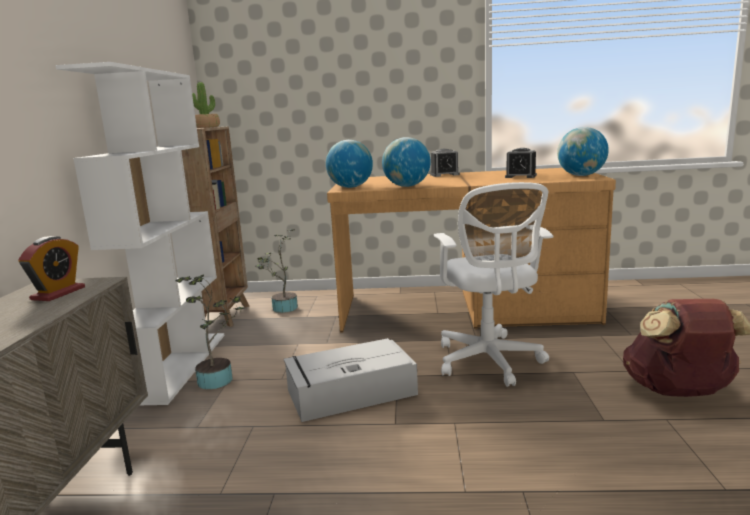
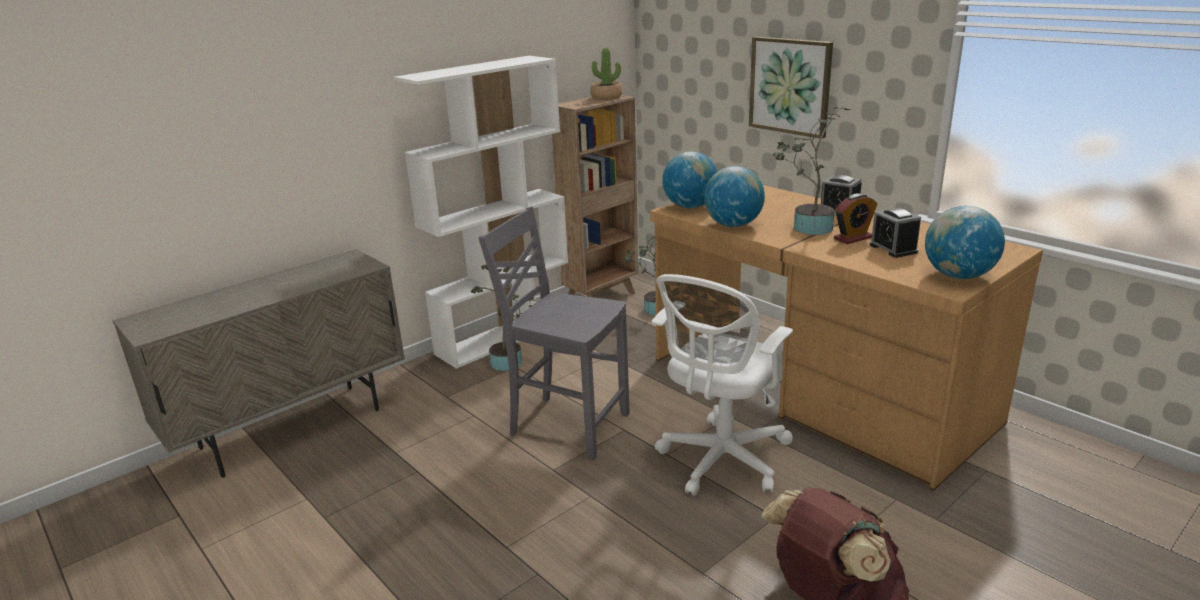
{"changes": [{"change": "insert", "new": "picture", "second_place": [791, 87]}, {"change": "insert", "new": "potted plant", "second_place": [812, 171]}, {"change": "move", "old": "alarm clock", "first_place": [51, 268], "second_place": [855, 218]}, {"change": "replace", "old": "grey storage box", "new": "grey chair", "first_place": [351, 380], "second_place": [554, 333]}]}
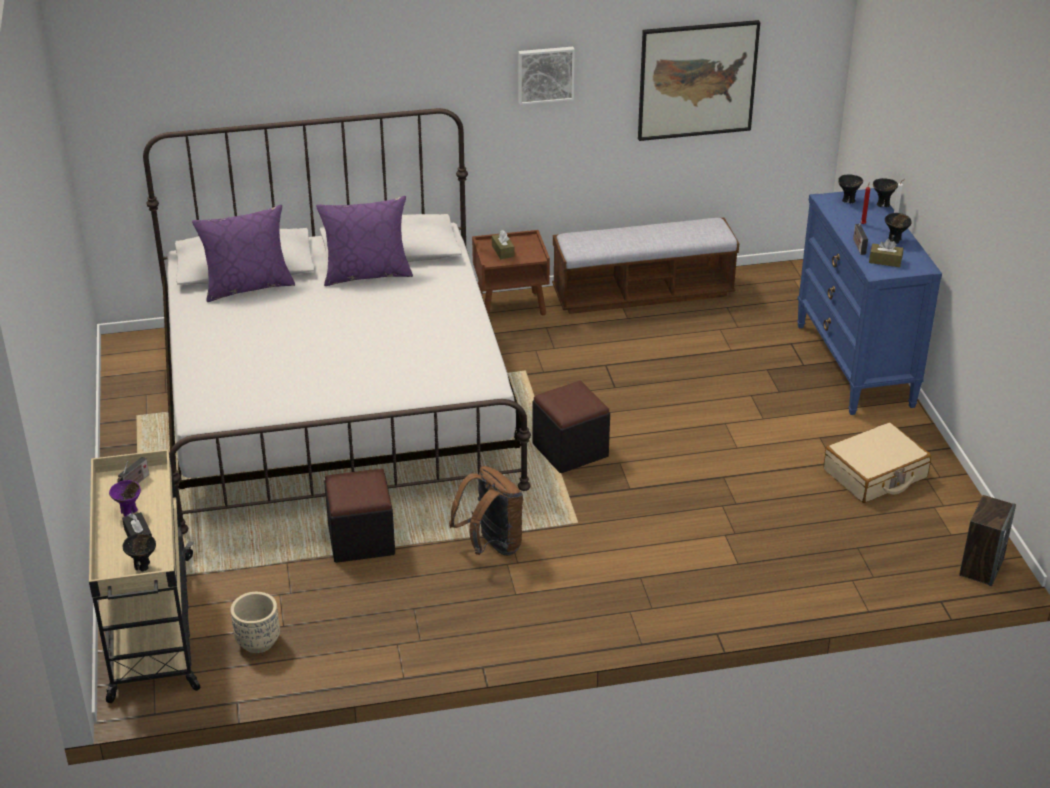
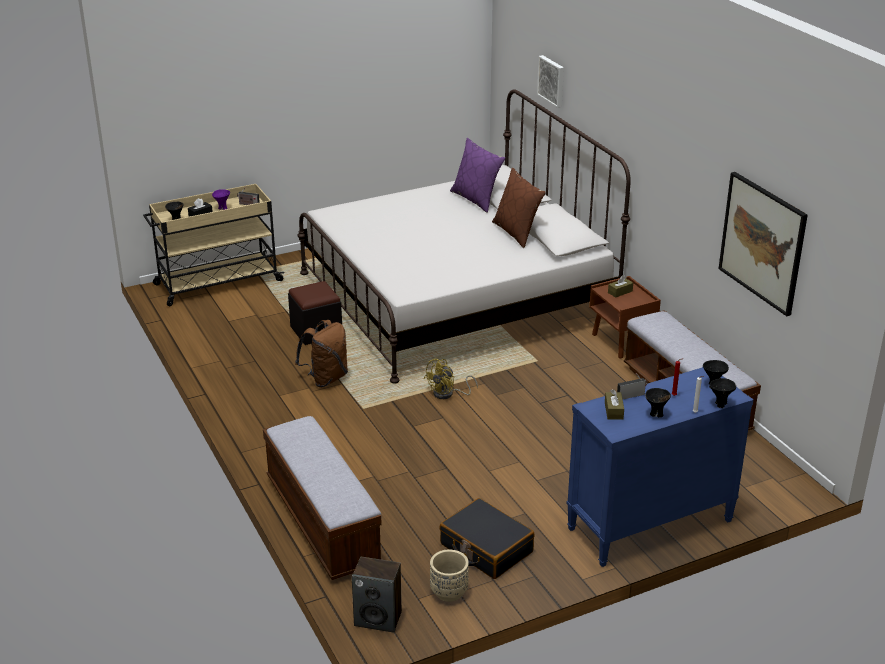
{"changes": [{"change": "insert", "new": "bench", "second_place": [322, 498]}, {"change": "move", "old": "beige planter", "first_place": [255, 622], "second_place": [449, 575]}, {"change": "move", "old": "picture", "first_place": [546, 76], "second_place": [550, 81]}, {"change": "replace", "old": "black ottoman", "new": "yellow fan", "first_place": [571, 427], "second_place": [451, 379]}, {"change": "recolor", "old": "purple pillow", "new": "brown pillow", "first_place": [364, 241], "second_place": [519, 207]}, {"change": "recolor", "old": "beige suitcase", "new": "black suitcase", "first_place": [877, 462], "second_place": [486, 538]}]}
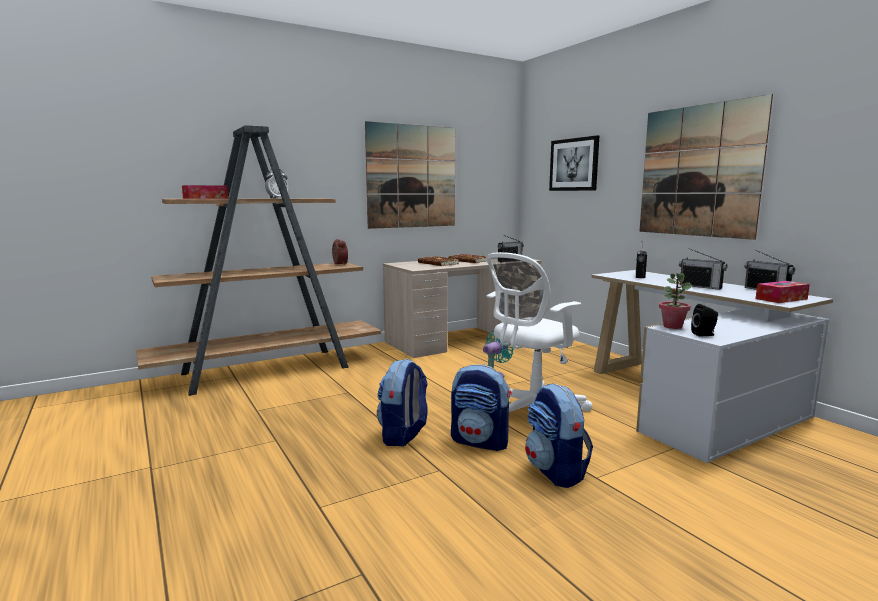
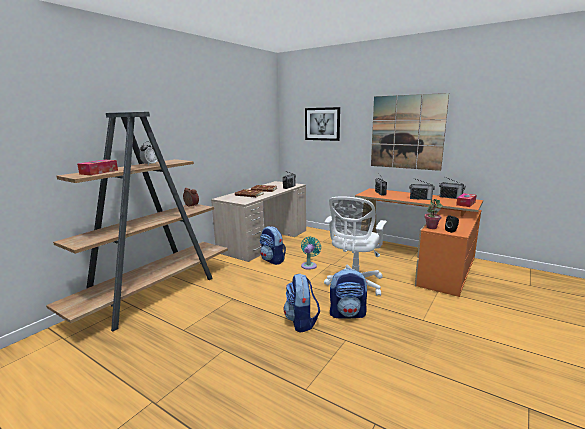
{"changes": [{"change": "delete", "old": "picture", "first_place": [410, 175]}, {"change": "move", "old": "backpack", "first_place": [559, 435], "second_place": [273, 245]}, {"change": "recolor", "old": "white desk", "new": "orange desk", "first_place": [712, 366], "second_place": [419, 242]}]}
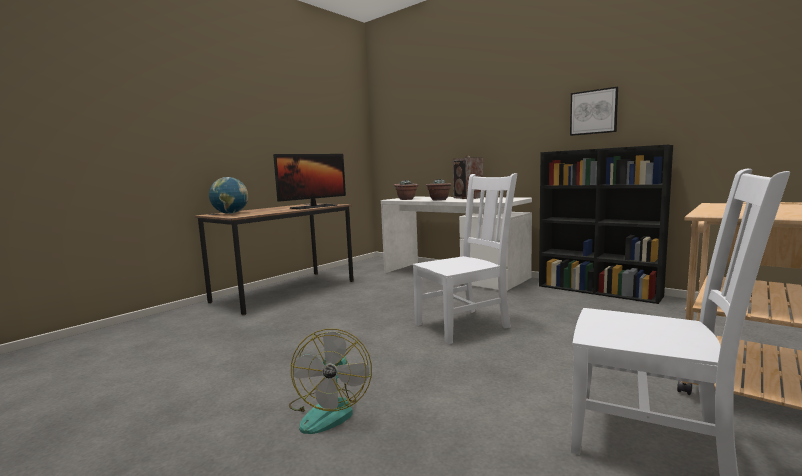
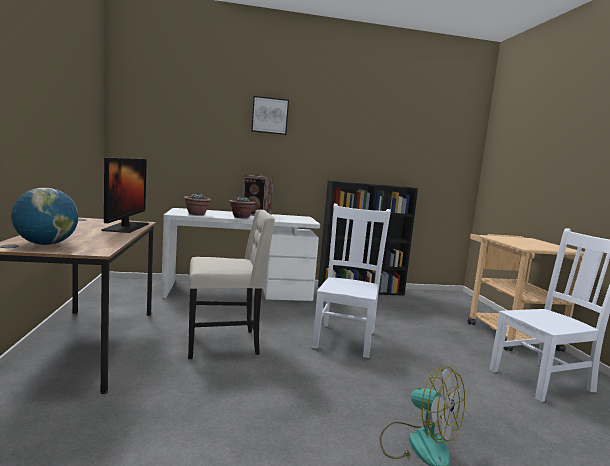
{"changes": [{"change": "insert", "new": "beige chair", "second_place": [231, 284]}, {"change": "move", "old": "picture", "first_place": [594, 111], "second_place": [270, 115]}]}
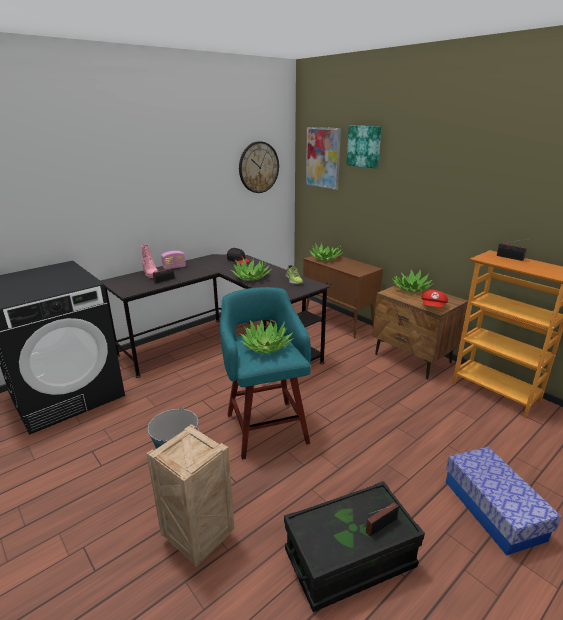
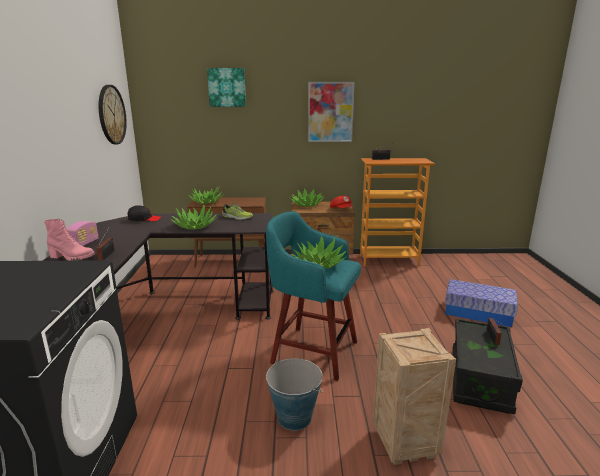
{"changes": [{"change": "move", "old": "picture", "first_place": [323, 158], "second_place": [331, 112]}]}
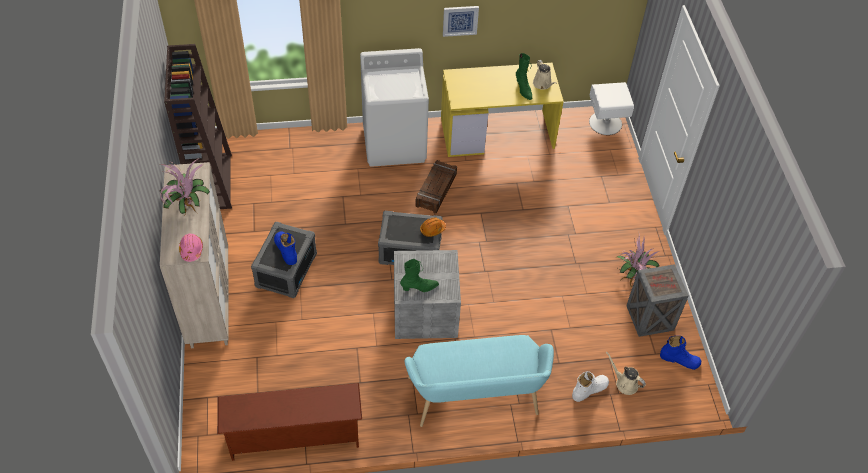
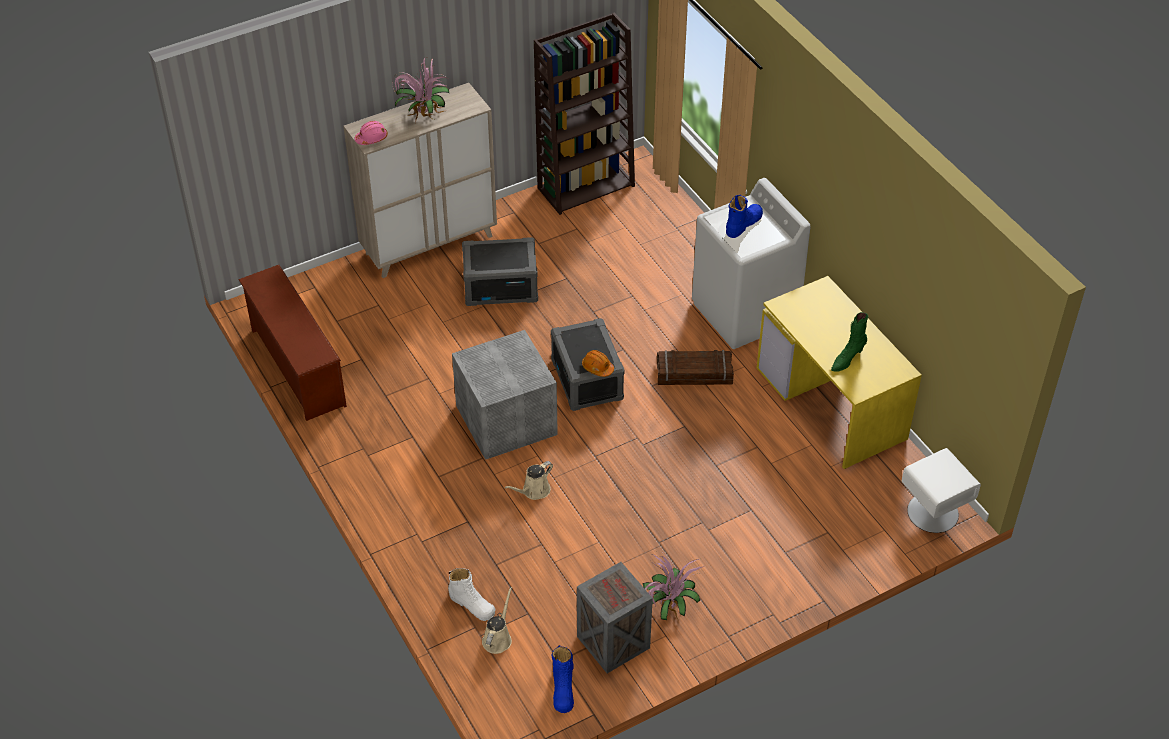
{"changes": [{"change": "delete", "old": "green boot", "first_place": [419, 275]}, {"change": "delete", "old": "turquoise bench", "first_place": [479, 381]}, {"change": "delete", "old": "picture", "first_place": [461, 21]}, {"change": "move", "old": "blue boot", "first_place": [285, 248], "second_place": [744, 216]}, {"change": "move", "old": "beige watering can", "first_place": [545, 75], "second_place": [529, 480]}]}
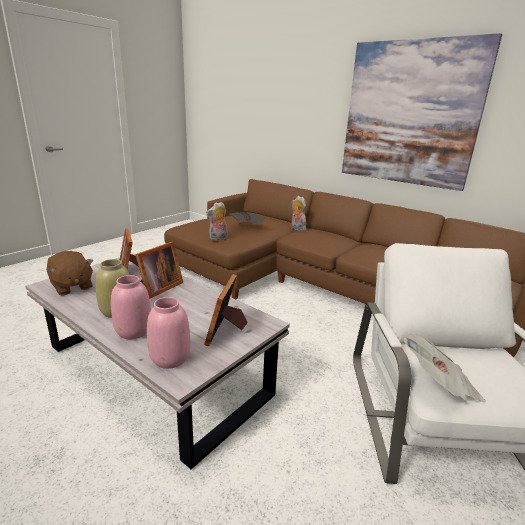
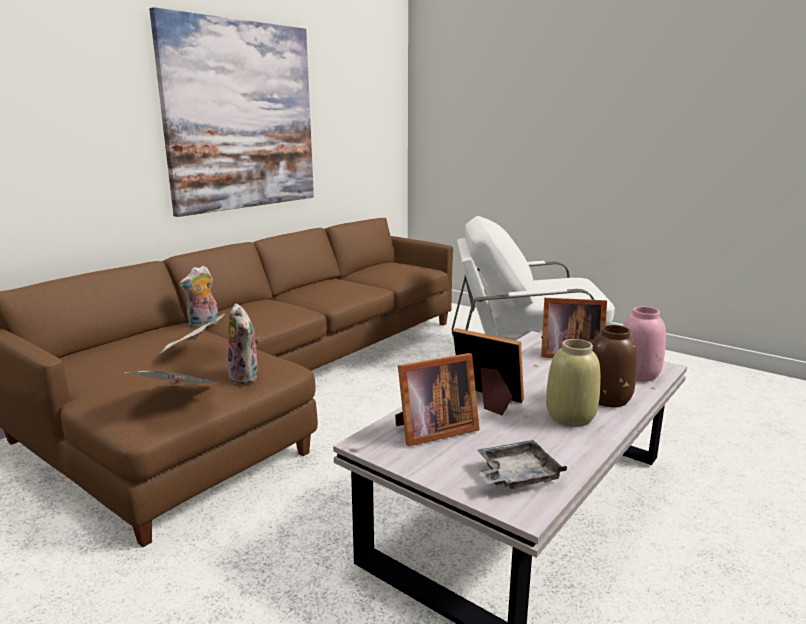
{"changes": [{"change": "move", "old": "newspaper", "first_place": [444, 368], "second_place": [170, 378]}, {"change": "replace", "old": "brown plush toy", "new": "grey tray", "first_place": [70, 273], "second_place": [522, 464]}, {"change": "recolor", "old": "pink vase", "new": "brown vase", "first_place": [131, 307], "second_place": [614, 366]}]}
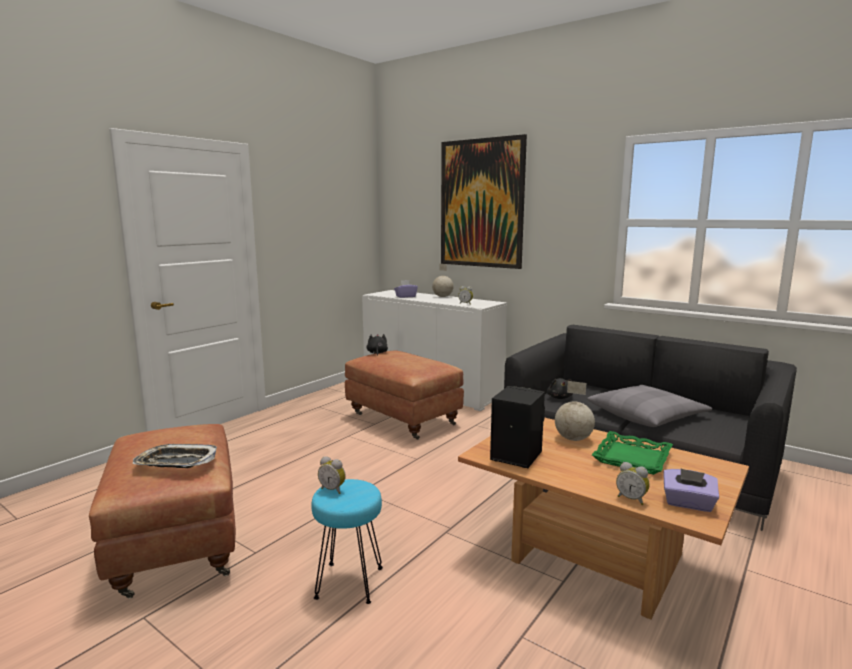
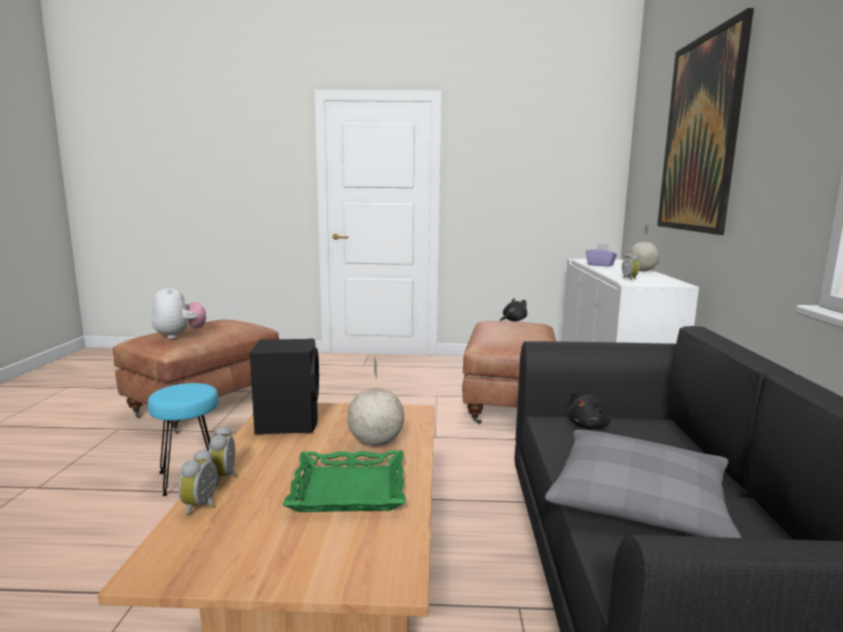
{"changes": [{"change": "delete", "old": "purple tissue box", "first_place": [691, 490]}, {"change": "move", "old": "alarm clock", "first_place": [332, 475], "second_place": [223, 456]}, {"change": "replace", "old": "tray", "new": "plush toy", "first_place": [175, 456], "second_place": [179, 312]}]}
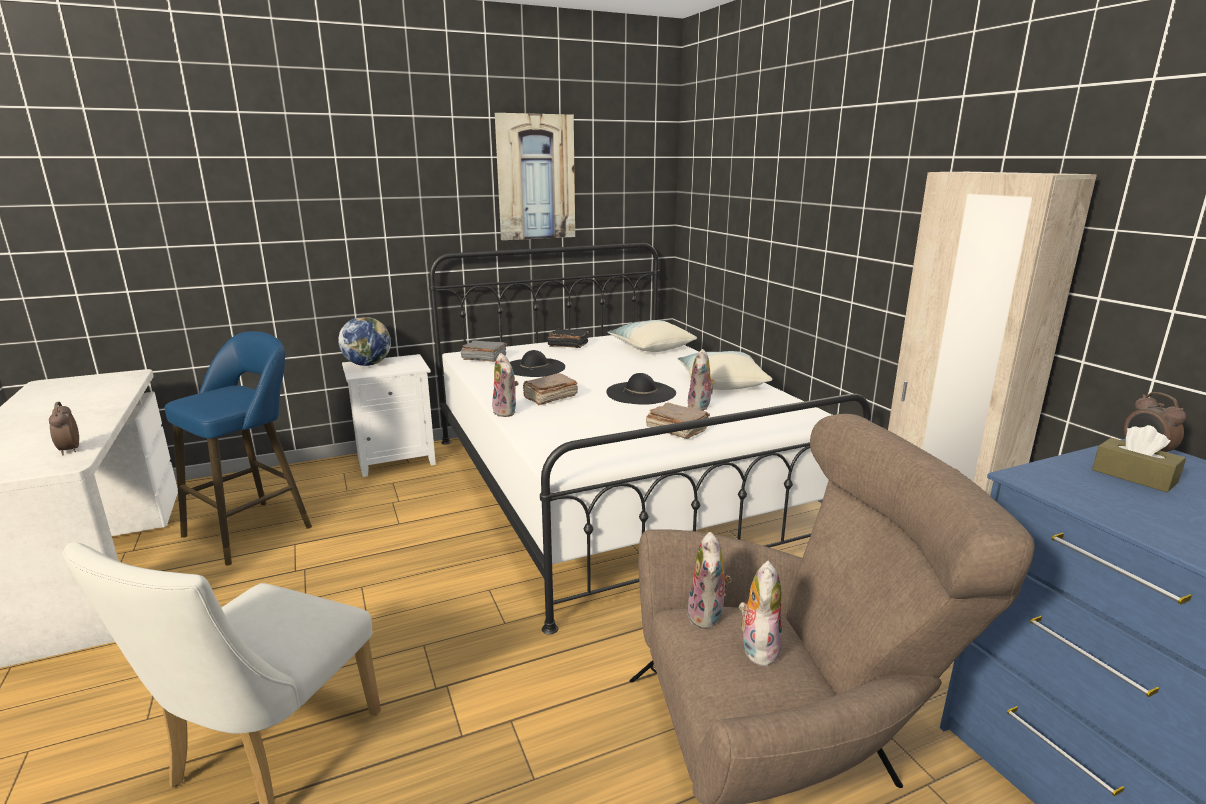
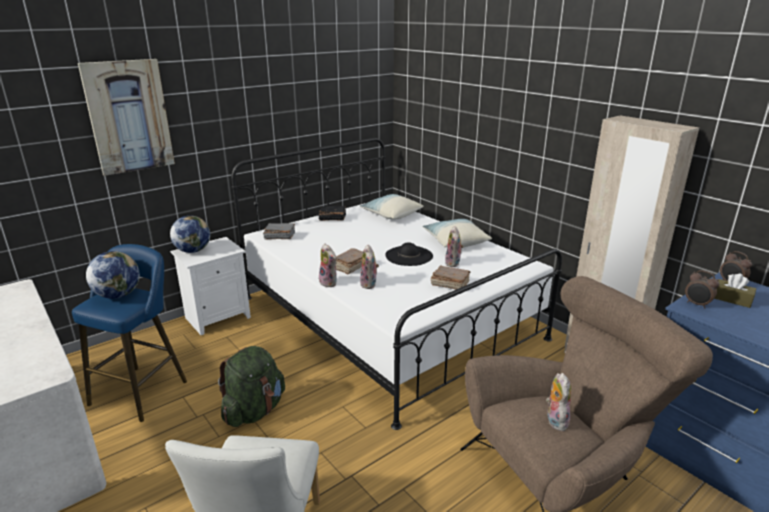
{"changes": [{"change": "delete", "old": "black hat", "first_place": [537, 363]}, {"change": "insert", "new": "globe", "second_place": [113, 275]}, {"change": "insert", "new": "green backpack", "second_place": [251, 386]}, {"change": "move", "old": "alarm clock", "first_place": [64, 429], "second_place": [702, 289]}, {"change": "move", "old": "picture", "first_place": [535, 176], "second_place": [126, 117]}, {"change": "move", "old": "plush toy", "first_place": [709, 580], "second_place": [369, 266]}]}
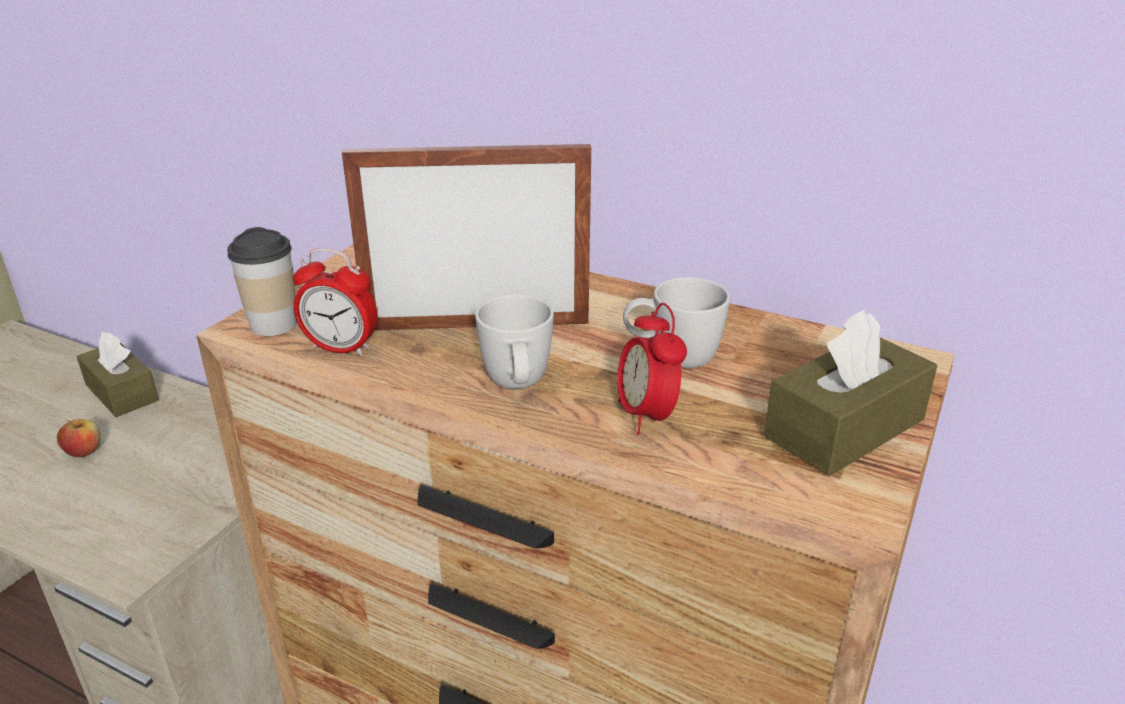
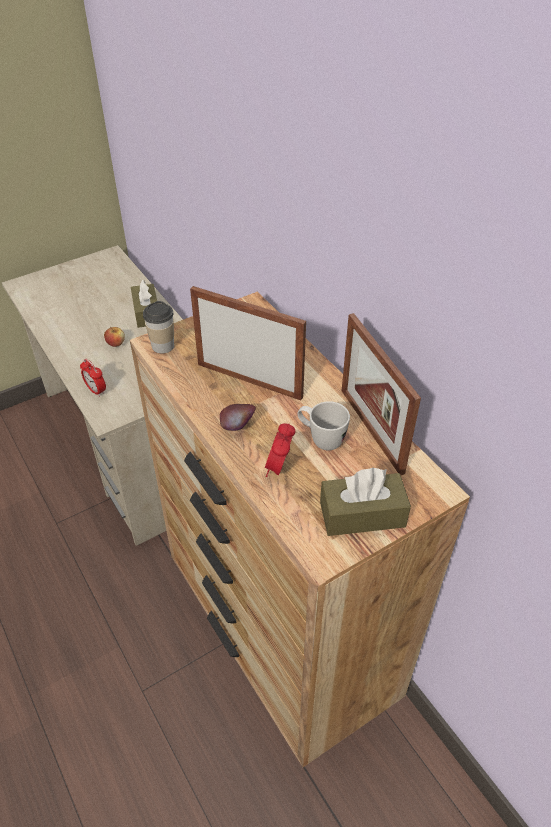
{"changes": [{"change": "insert", "new": "picture frame", "second_place": [381, 394]}, {"change": "move", "old": "alarm clock", "first_place": [335, 302], "second_place": [93, 378]}, {"change": "replace", "old": "white mug", "new": "apple", "first_place": [514, 341], "second_place": [238, 417]}]}
